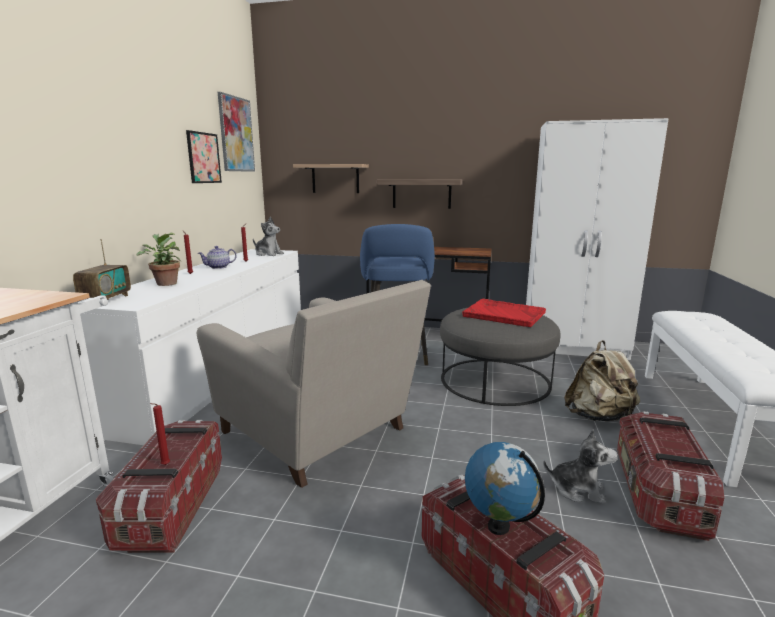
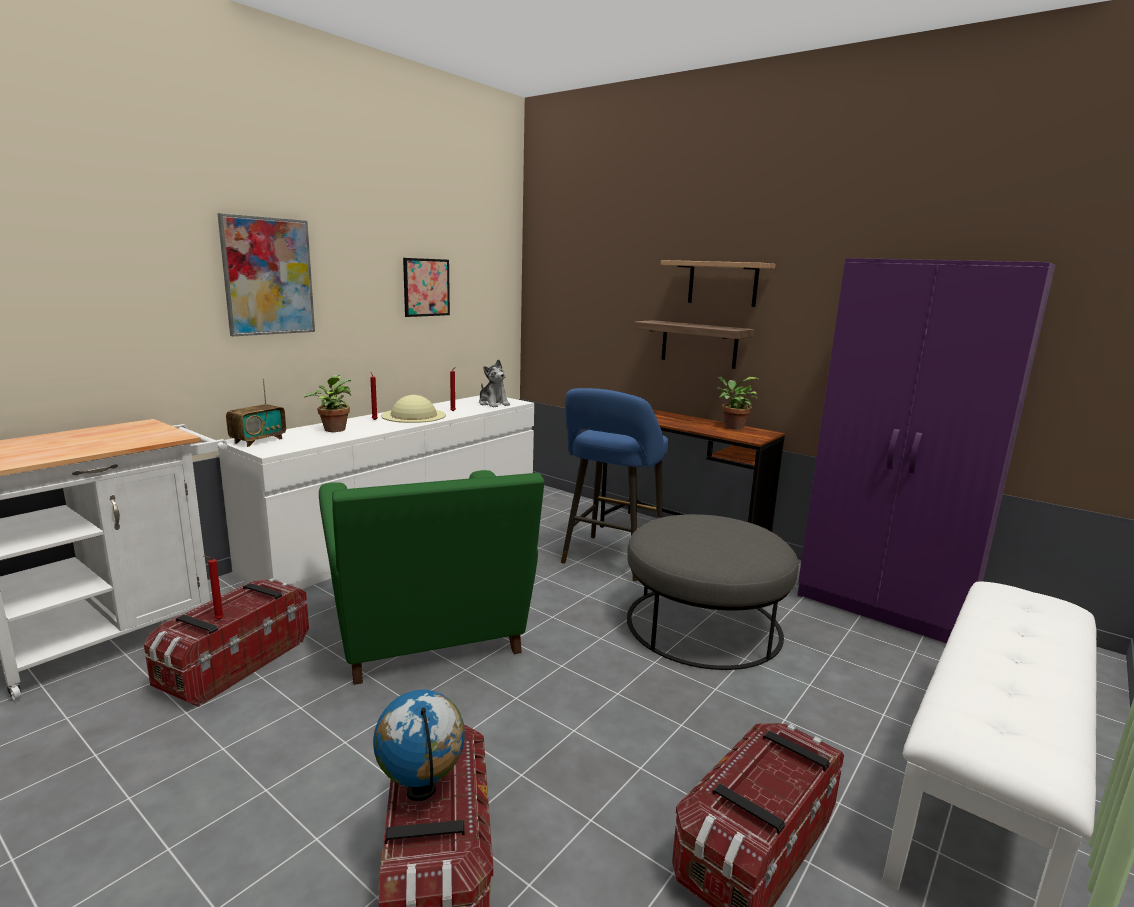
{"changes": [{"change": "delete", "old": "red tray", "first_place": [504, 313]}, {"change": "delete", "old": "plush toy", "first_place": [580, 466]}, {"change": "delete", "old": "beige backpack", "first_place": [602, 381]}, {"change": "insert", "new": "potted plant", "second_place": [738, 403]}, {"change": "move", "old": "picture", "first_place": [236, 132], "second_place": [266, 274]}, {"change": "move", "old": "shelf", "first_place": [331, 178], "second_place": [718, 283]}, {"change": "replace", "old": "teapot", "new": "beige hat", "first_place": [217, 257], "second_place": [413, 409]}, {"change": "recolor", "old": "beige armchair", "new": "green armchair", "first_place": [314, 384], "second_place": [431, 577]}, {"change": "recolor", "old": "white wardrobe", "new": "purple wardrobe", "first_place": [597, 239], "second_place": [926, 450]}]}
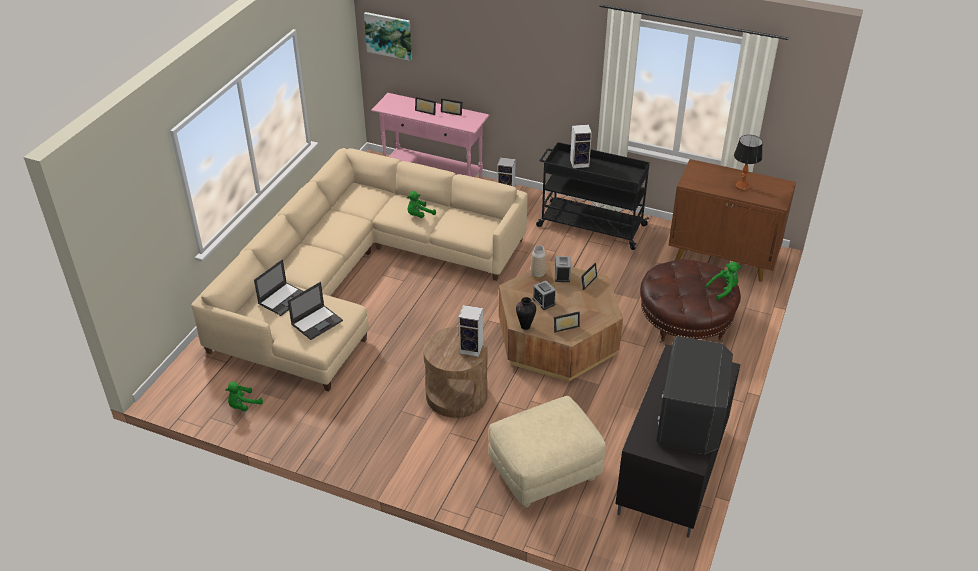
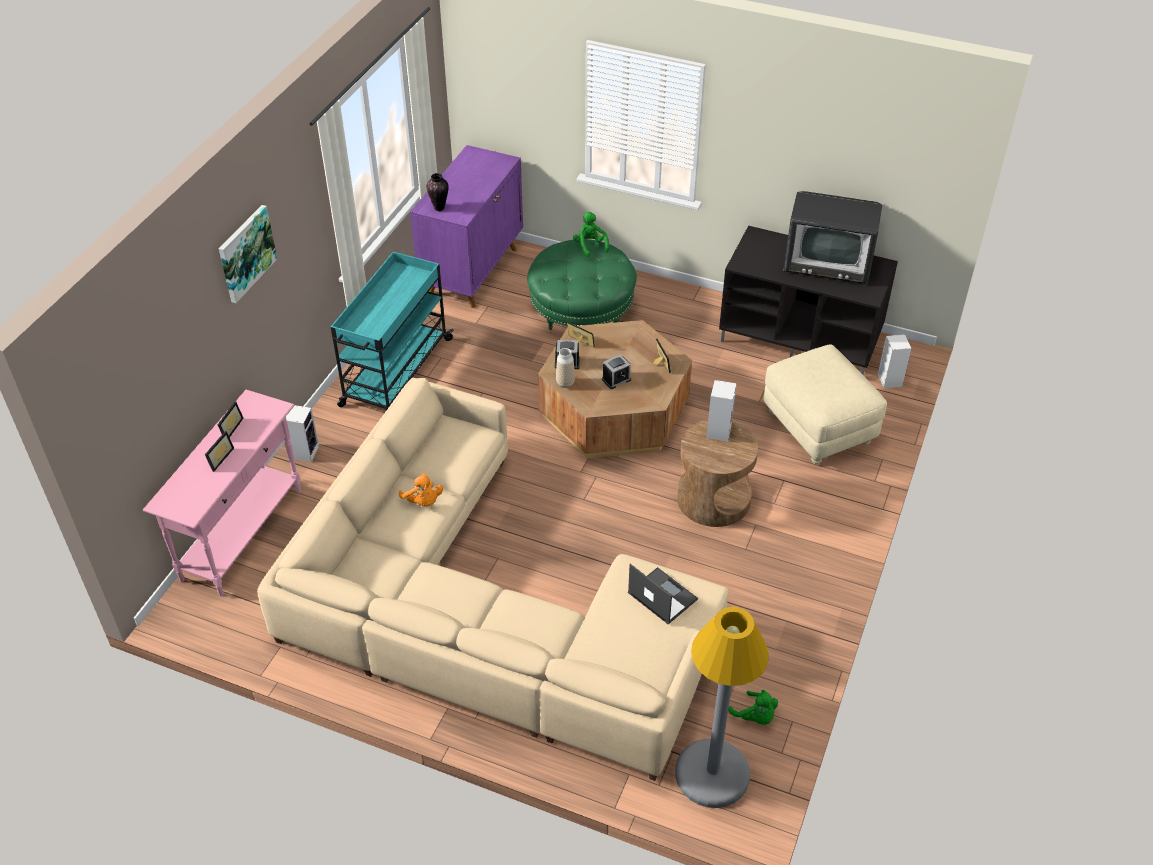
{"changes": [{"change": "delete", "old": "laptop", "first_place": [278, 287]}, {"change": "delete", "old": "table lamp", "first_place": [748, 162]}, {"change": "insert", "new": "grey floor lamp", "second_place": [722, 707]}, {"change": "move", "old": "picture", "first_place": [388, 36], "second_place": [248, 254]}, {"change": "move", "old": "vase", "first_place": [526, 313], "second_place": [437, 192]}, {"change": "move", "old": "speaker", "first_place": [581, 146], "second_place": [895, 361]}, {"change": "recolor", "old": "green plush toy", "new": "orange plush toy", "first_place": [421, 204], "second_place": [421, 490]}, {"change": "recolor", "old": "black cart", "new": "turquoise cart", "first_place": [593, 196], "second_place": [392, 331]}, {"change": "recolor", "old": "brown ottoman", "new": "green ottoman", "first_place": [690, 300], "second_place": [582, 286]}, {"change": "recolor", "old": "brown cabinet", "new": "purple cabinet", "first_place": [732, 220], "second_place": [466, 226]}]}
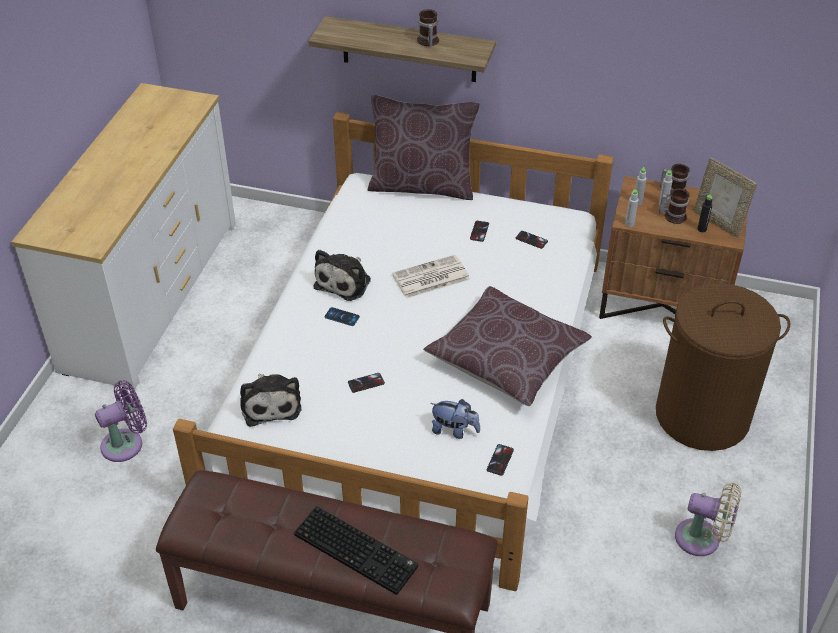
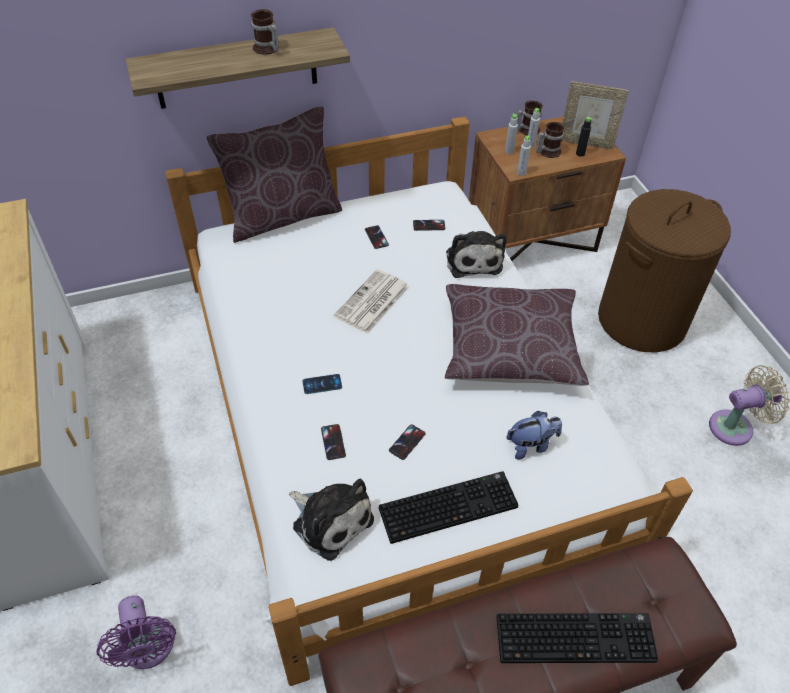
{"changes": [{"change": "insert", "new": "keyboard", "second_place": [449, 507]}, {"change": "move", "old": "plush toy", "first_place": [342, 275], "second_place": [476, 254]}, {"change": "move", "old": "phone", "first_place": [500, 460], "second_place": [333, 442]}, {"change": "rotate", "old": "purple fan", "first_place": [121, 421], "second_place": [136, 632], "degrees": 135}]}
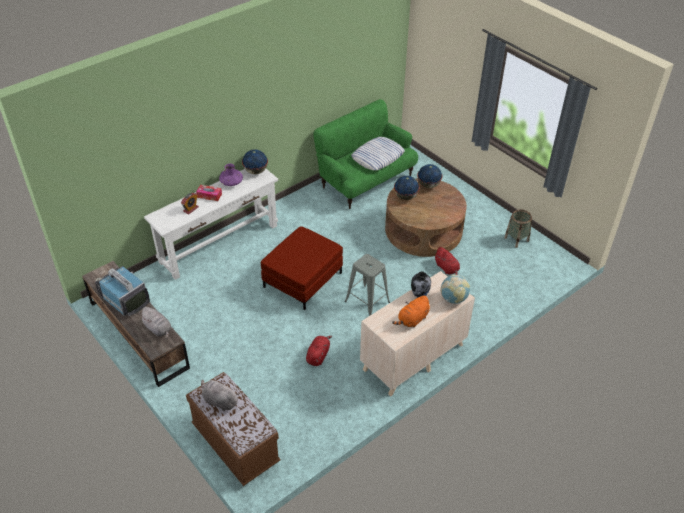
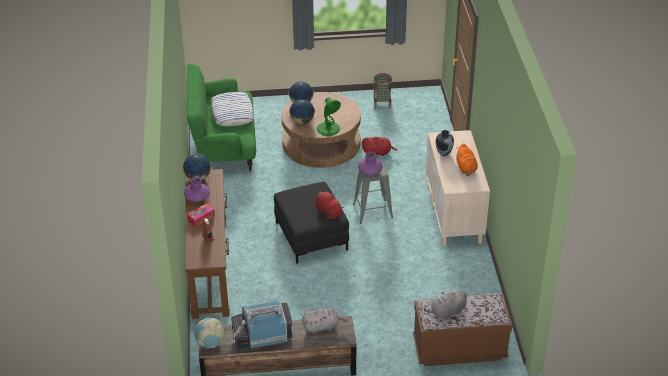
{"changes": [{"change": "insert", "new": "green table lamp", "second_place": [329, 116]}, {"change": "insert", "new": "purple vase", "second_place": [370, 163]}, {"change": "move", "old": "red plush toy", "first_place": [319, 351], "second_place": [330, 205]}, {"change": "move", "old": "globe", "first_place": [455, 289], "second_place": [209, 333]}, {"change": "recolor", "old": "white console table", "new": "brown console table", "first_place": [211, 224], "second_place": [207, 244]}, {"change": "recolor", "old": "red ottoman", "new": "black ottoman", "first_place": [302, 268], "second_place": [311, 222]}]}
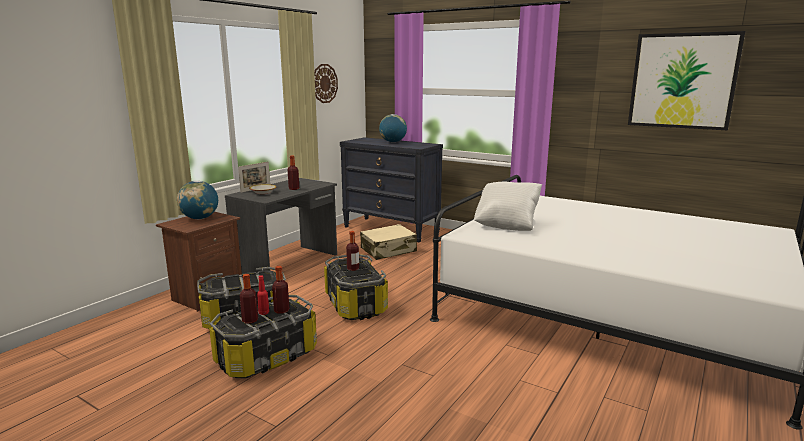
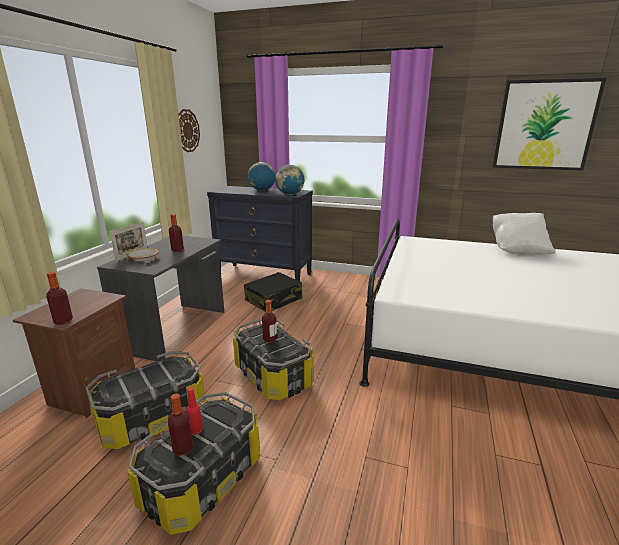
{"changes": [{"change": "move", "old": "globe", "first_place": [197, 200], "second_place": [289, 180]}, {"change": "move", "old": "bottle", "first_place": [280, 290], "second_place": [59, 298]}, {"change": "move", "old": "white pillow", "first_place": [508, 206], "second_place": [524, 234]}, {"change": "recolor", "old": "beige suitcase", "new": "black suitcase", "first_place": [388, 242], "second_place": [273, 292]}]}
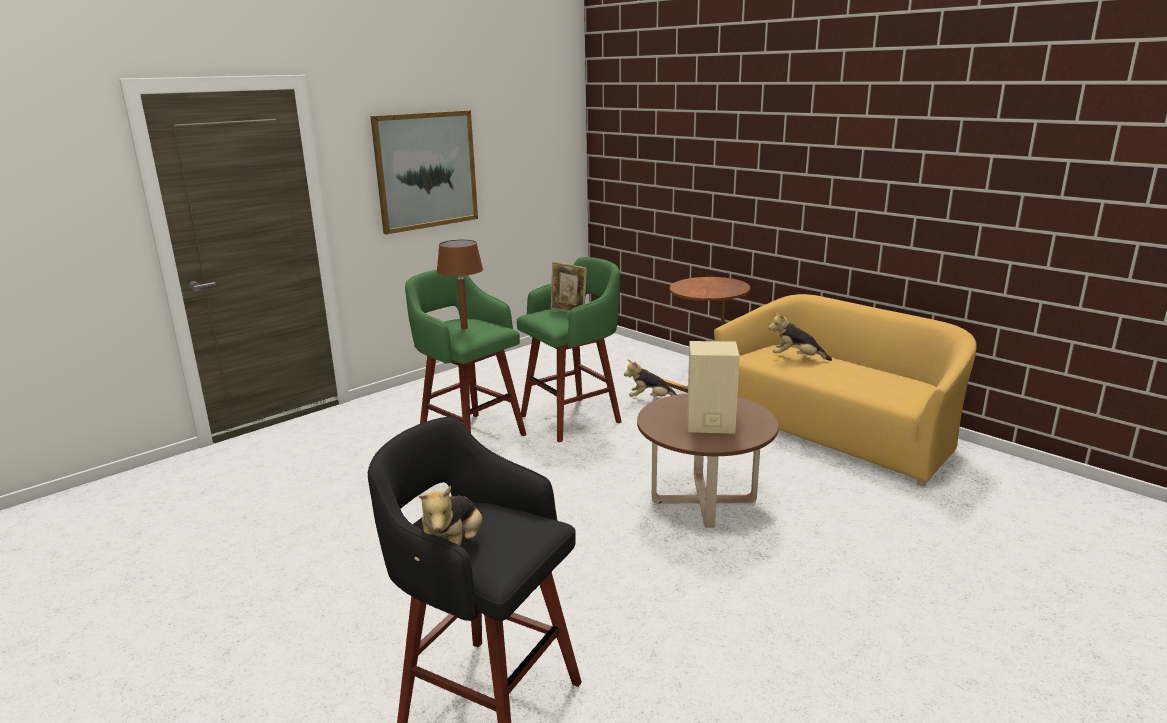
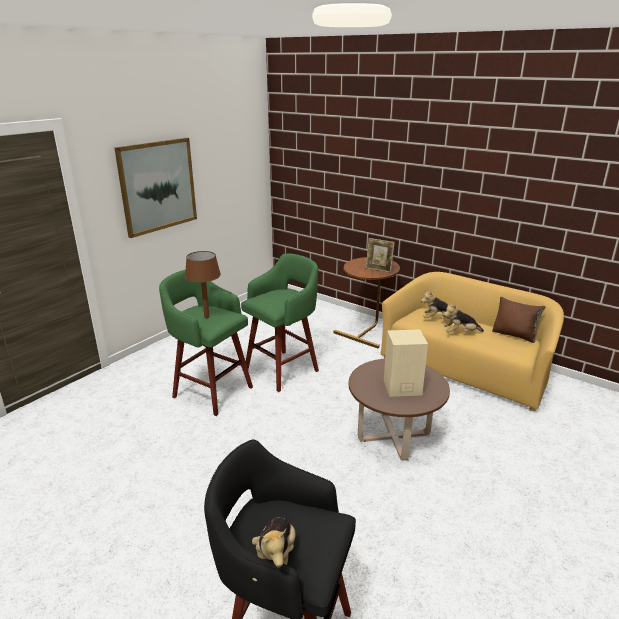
{"changes": [{"change": "insert", "new": "brown pillow", "second_place": [518, 320]}, {"change": "move", "old": "picture frame", "first_place": [569, 287], "second_place": [380, 255]}, {"change": "move", "old": "plush toy", "first_place": [650, 378], "second_place": [464, 317]}]}
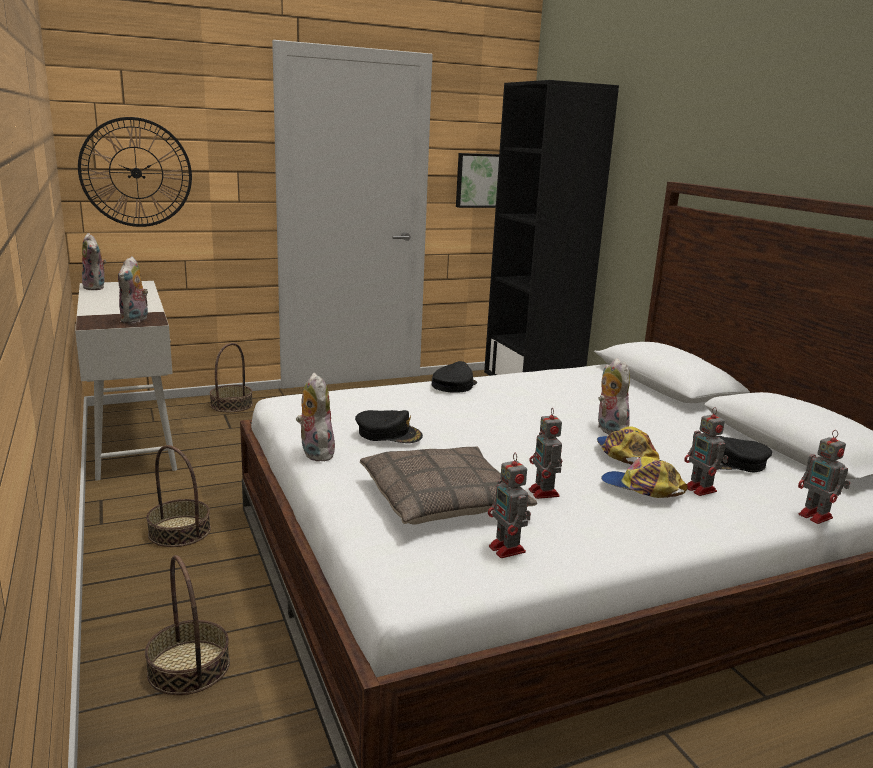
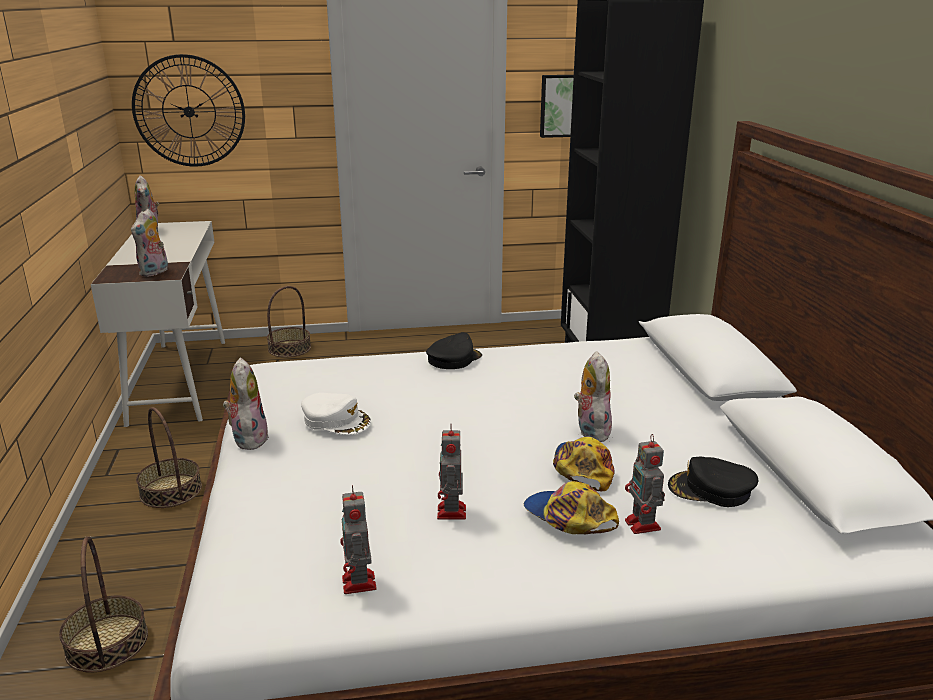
{"changes": [{"change": "delete", "old": "pillow", "first_place": [448, 485]}, {"change": "delete", "old": "toy robot", "first_place": [824, 477]}, {"change": "recolor", "old": "black cap", "new": "white cap", "first_place": [389, 426], "second_place": [336, 414]}]}
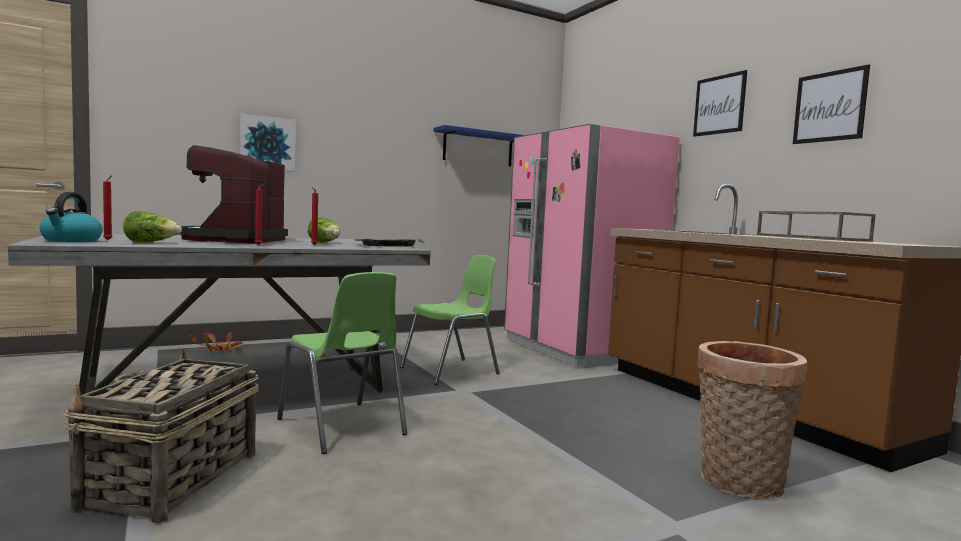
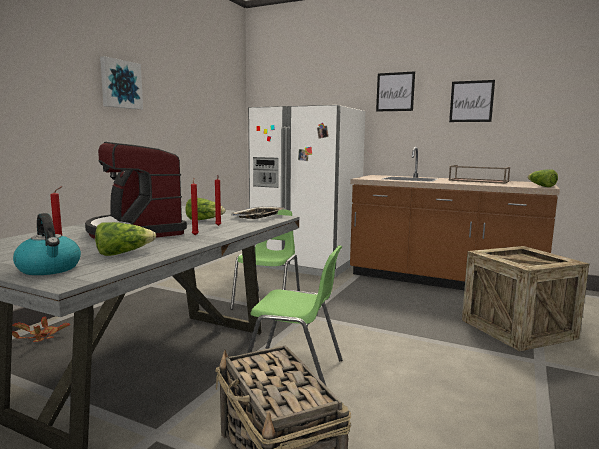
{"changes": [{"change": "delete", "old": "blue shelf", "first_place": [478, 145]}, {"change": "insert", "new": "lettuce", "second_place": [543, 178]}, {"change": "move", "old": "picture", "first_place": [268, 143], "second_place": [121, 83]}, {"change": "replace", "old": "basket", "new": "crate", "first_place": [752, 420], "second_place": [525, 298]}, {"change": "recolor", "old": "pink fridge", "new": "white fridge", "first_place": [592, 246], "second_place": [306, 191]}]}
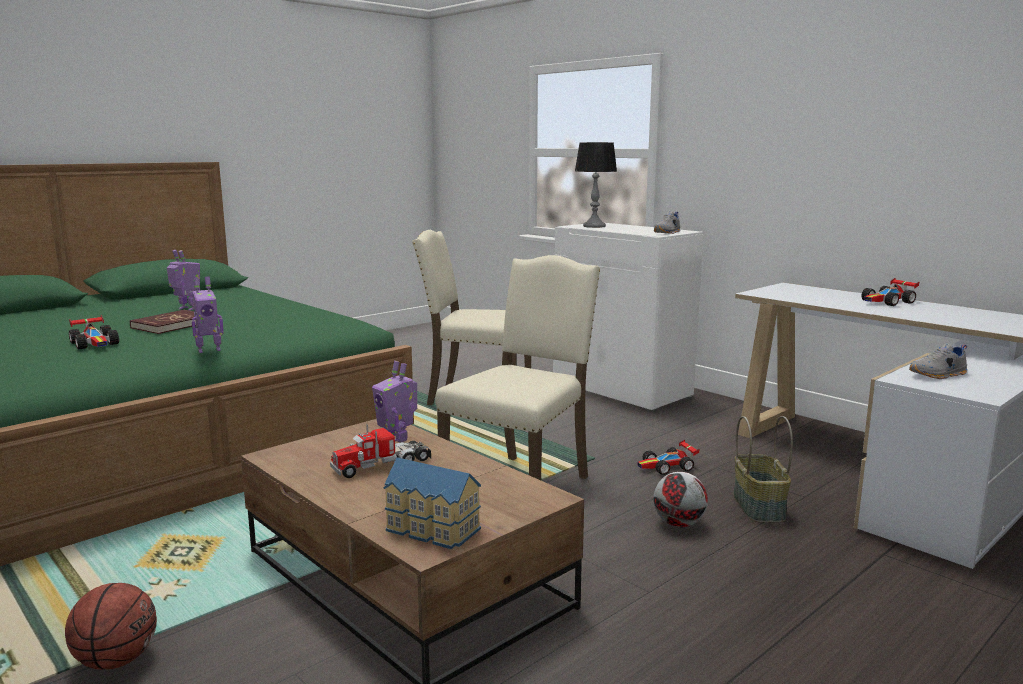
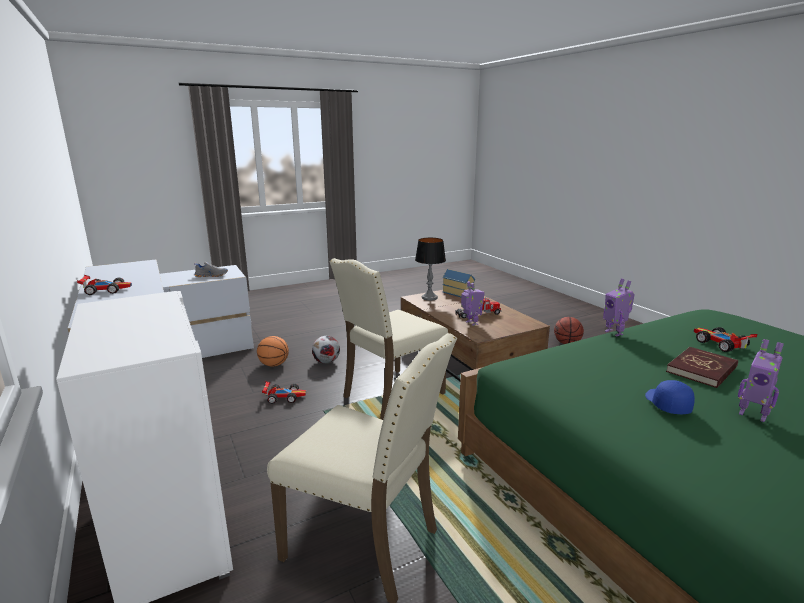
{"changes": [{"change": "delete", "old": "grey shoe", "first_place": [667, 222]}, {"change": "insert", "new": "blue cap", "second_place": [670, 397]}, {"change": "move", "old": "table lamp", "first_place": [596, 185], "second_place": [430, 269]}, {"change": "replace", "old": "basket", "new": "basketball", "first_place": [763, 469], "second_place": [273, 351]}, {"change": "rotate", "old": "toy robot", "first_place": [208, 315], "second_place": [619, 307], "degrees": -105}]}
